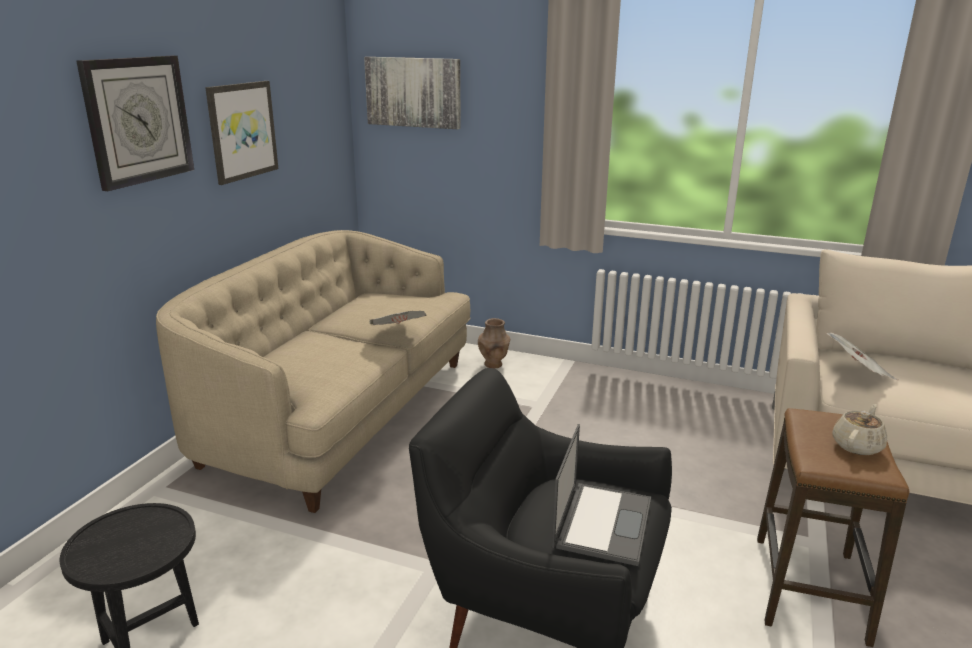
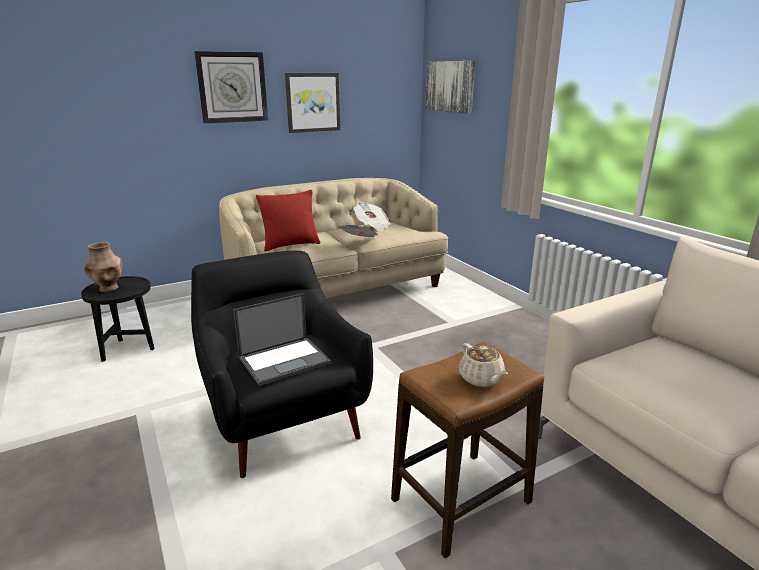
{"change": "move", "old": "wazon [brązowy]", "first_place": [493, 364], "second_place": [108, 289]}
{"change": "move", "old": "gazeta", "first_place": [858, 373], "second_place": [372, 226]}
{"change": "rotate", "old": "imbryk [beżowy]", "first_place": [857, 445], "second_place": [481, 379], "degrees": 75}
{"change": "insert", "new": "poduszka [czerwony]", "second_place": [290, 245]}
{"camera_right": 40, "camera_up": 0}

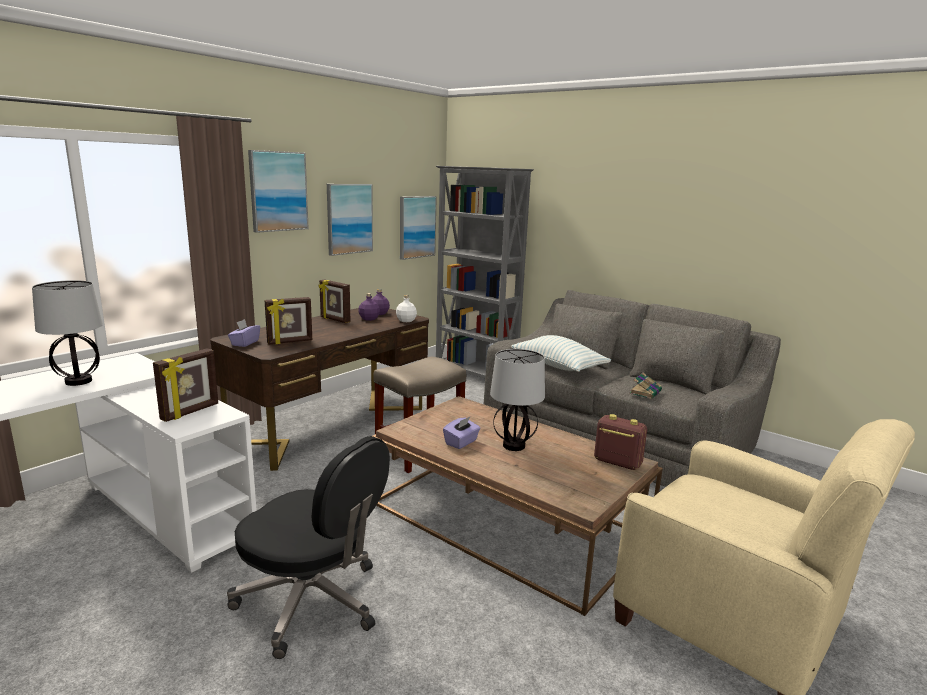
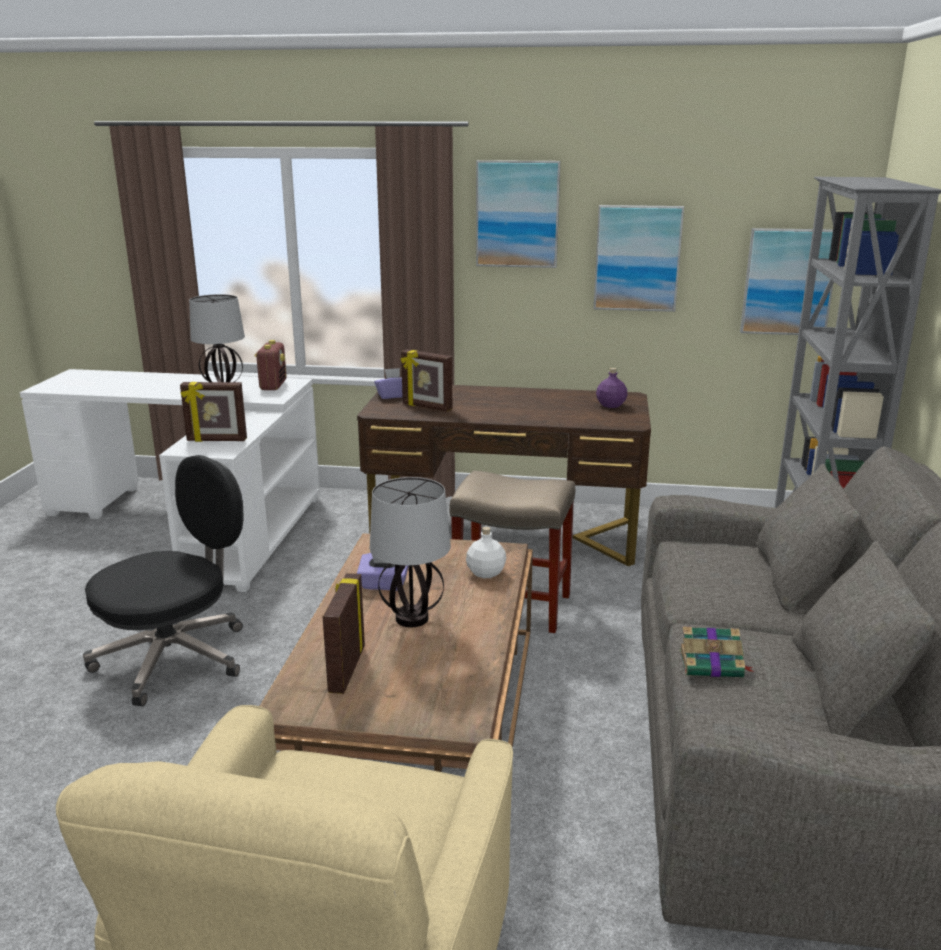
{"change": "rotate", "old": "krzesło biurowe [czarny]", "first_place": [312, 602], "second_place": [176, 657], "degrees": -135}
{"change": "move", "old": "ramka na zdjęcie", "first_place": [334, 320], "second_place": [345, 669]}
{"change": "delete", "old": "butelka [fioletowy]", "first_place": [369, 319]}
{"change": "move", "old": "butelka [biały]", "first_place": [406, 320], "second_place": [486, 573]}
{"change": "delete", "old": "poduszka", "first_place": [558, 366]}
{"change": "move", "old": "radio", "first_place": [617, 462], "second_place": [273, 386]}
{"camera_right": 60, "camera_up": 5}

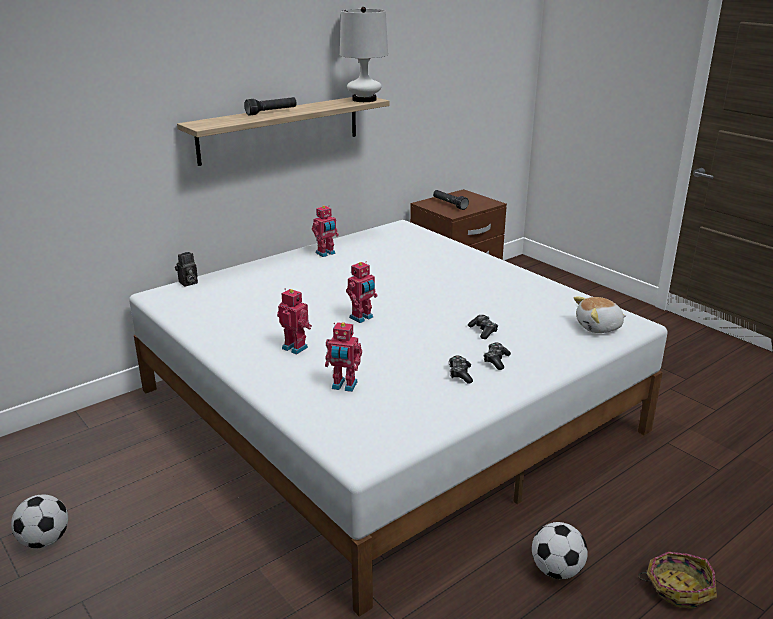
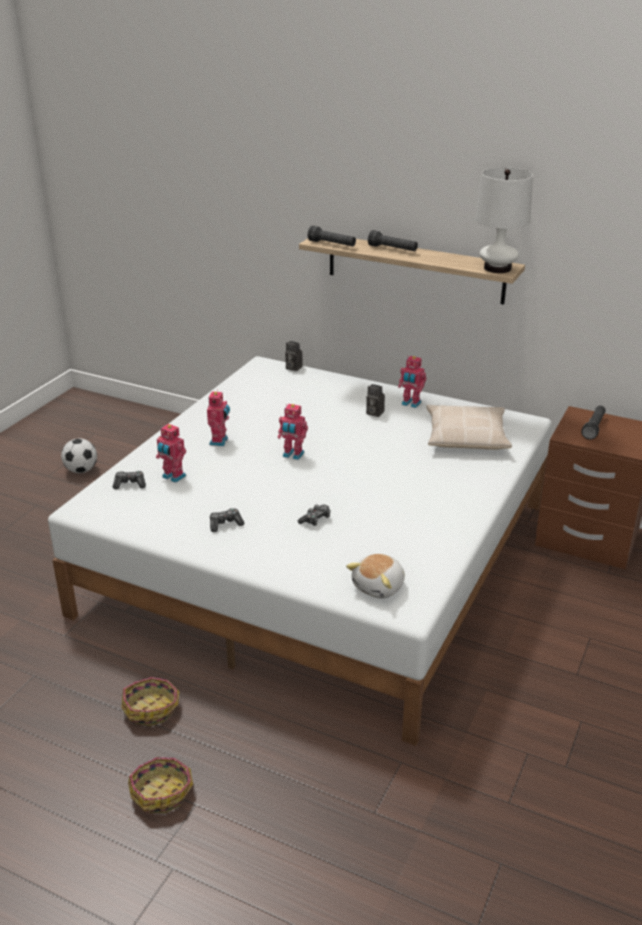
{"change": "rotate", "old": "robot zabawkowy", "first_place": [344, 386], "second_place": [173, 477], "degrees": -45}
{"change": "move", "old": "pad do gier", "first_place": [496, 360], "second_place": [130, 484]}
{"change": "replace", "old": "piłka futbolowa", "new": "koszyk", "first_place": [556, 570], "second_place": [152, 708]}
{"change": "rotate", "old": "pluszak", "first_place": [599, 327], "second_place": [379, 587], "degrees": -105}
{"change": "insert", "new": "latarka [czarny]", "second_place": [332, 244]}
{"change": "insert", "new": "aparat fotograficzny", "second_place": [373, 413]}
{"change": "insert", "new": "poduszka [beżowy]", "second_place": [466, 436]}
{"camera_right": 65, "camera_up": 5}

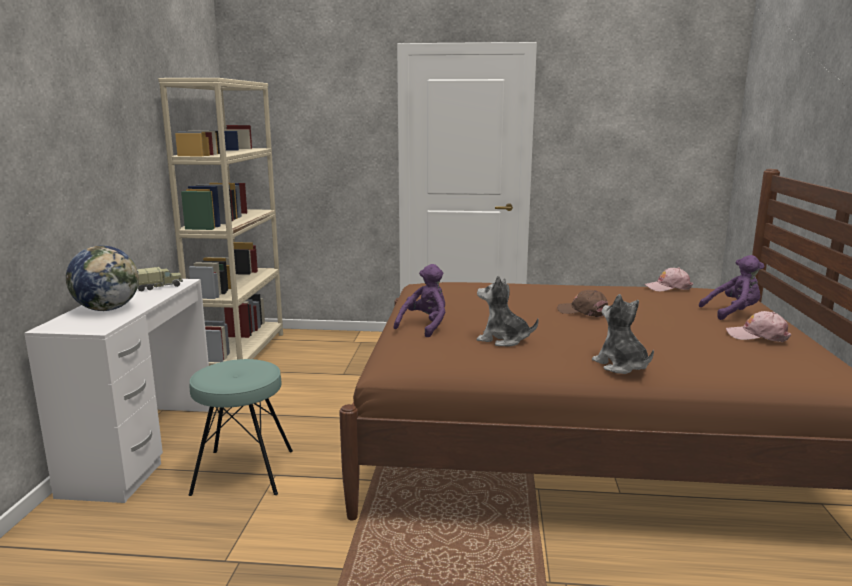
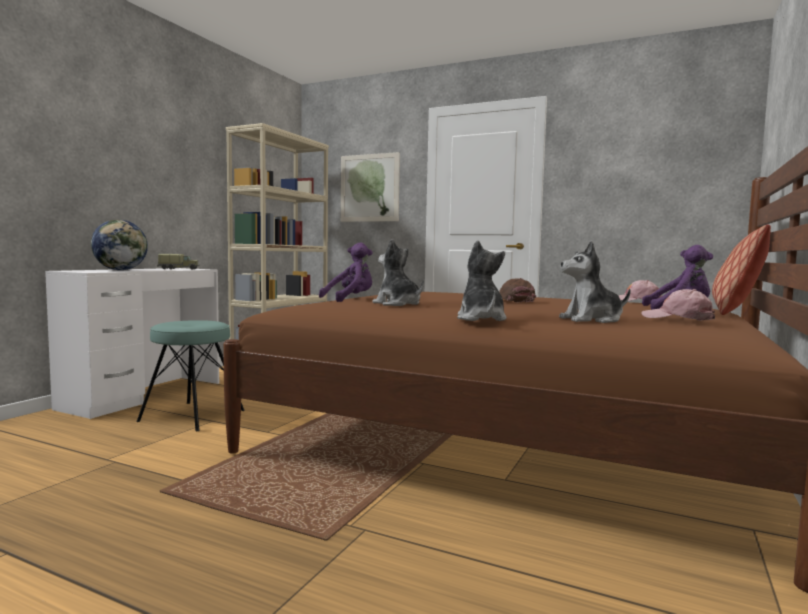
{"change": "insert", "new": "obraz", "second_place": [369, 188]}
{"change": "insert", "new": "pluszak", "second_place": [592, 320]}
{"change": "insert", "new": "poduszka", "second_place": [735, 312]}
{"camera_right": 20, "camera_up": -10}

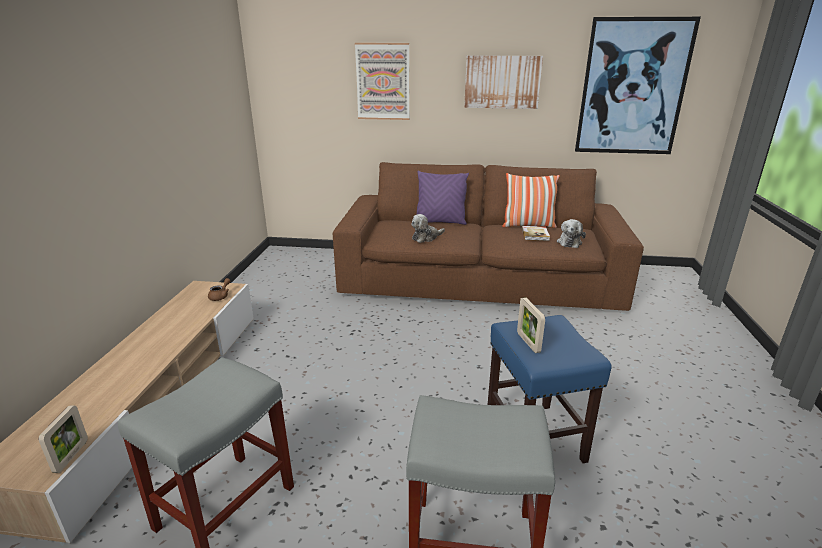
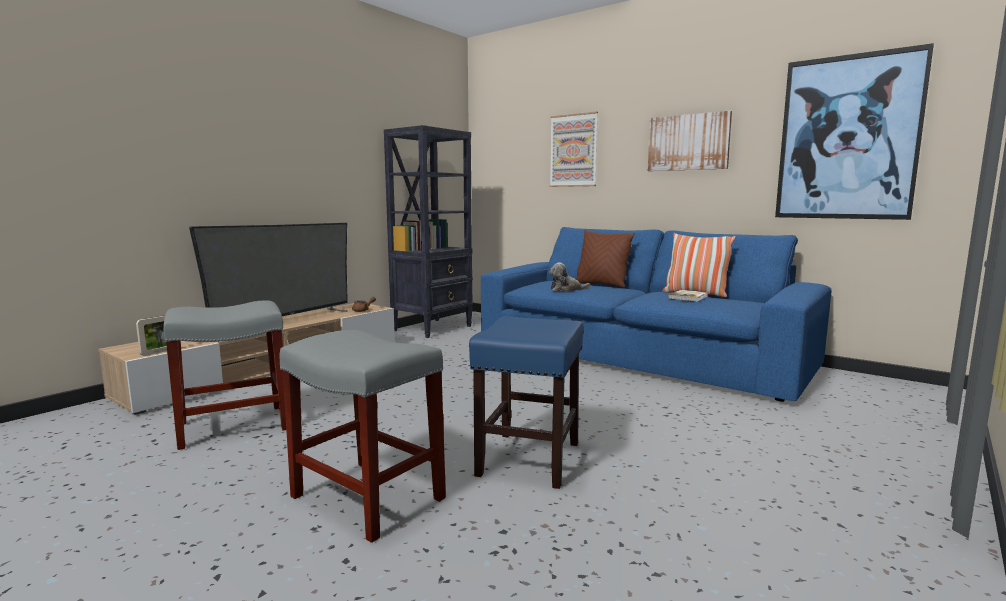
{"change": "recolor", "old": "kanapa [brązowy]", "new": "kanapa [niebieski]", "first_place": [478, 280], "second_place": [638, 356]}
{"change": "recolor", "old": "poduszka [fioletowy]", "new": "poduszka [brązowy]", "first_place": [440, 222], "second_place": [601, 285]}
{"change": "delete", "old": "ramka na zdjęcie", "first_place": [528, 343]}
{"change": "delete", "old": "pluszak", "first_place": [569, 242]}
{"change": "insert", "new": "telewizor", "second_place": [286, 321]}
{"change": "insert", "new": "regał [czarny]", "second_place": [433, 328]}
{"camera_right": 30, "camera_up": -15}

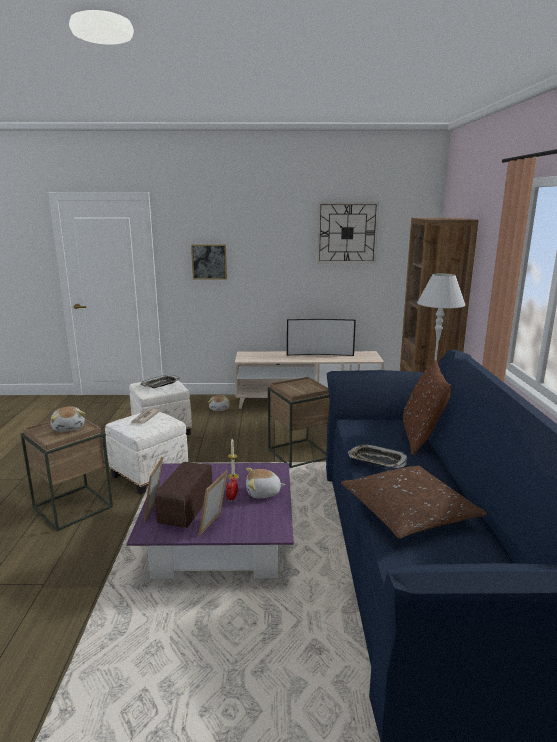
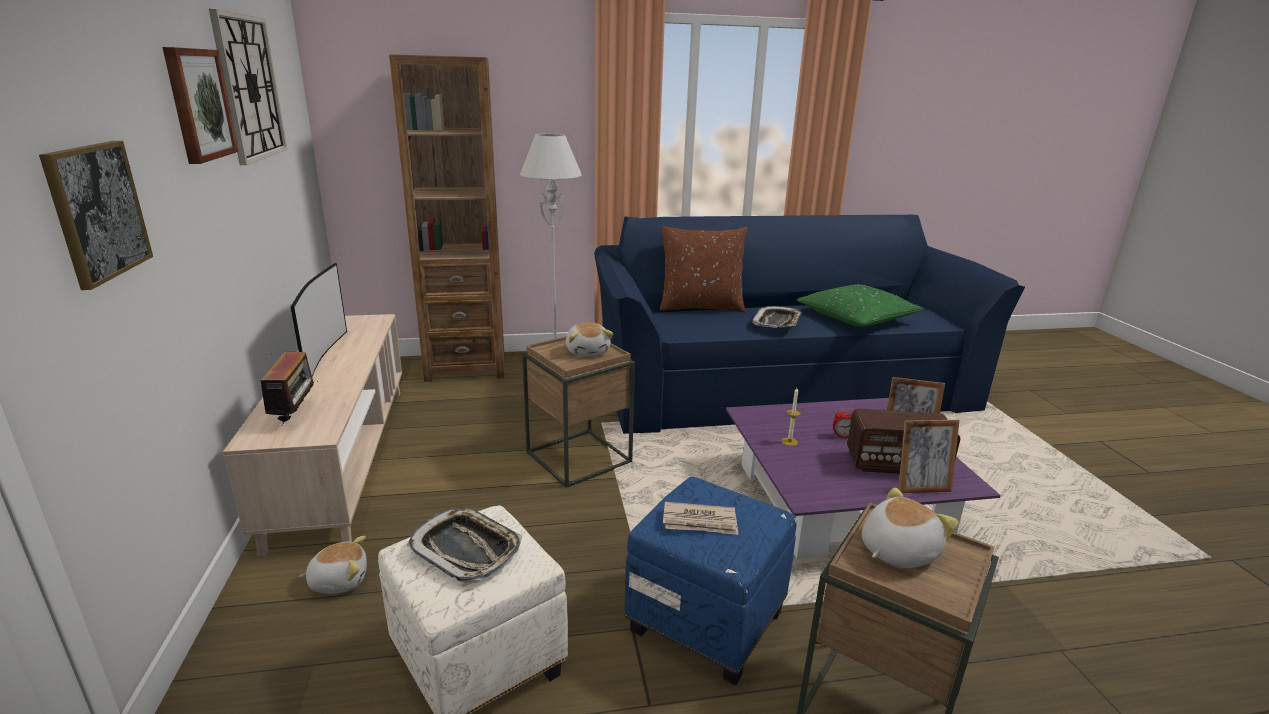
{"change": "recolor", "old": "pufa [biały]", "new": "pufa [niebieski]", "first_place": [149, 474], "second_place": [704, 621]}
{"change": "move", "old": "pluszak", "first_place": [263, 493], "second_place": [588, 351]}
{"change": "recolor", "old": "poduszka [brązowy]", "new": "poduszka [zielony]", "first_place": [408, 511], "second_place": [856, 317]}
{"change": "insert", "new": "obraz", "second_place": [198, 104]}
{"change": "insert", "new": "radio", "second_place": [295, 415]}
{"camera_right": -100, "camera_up": 5}

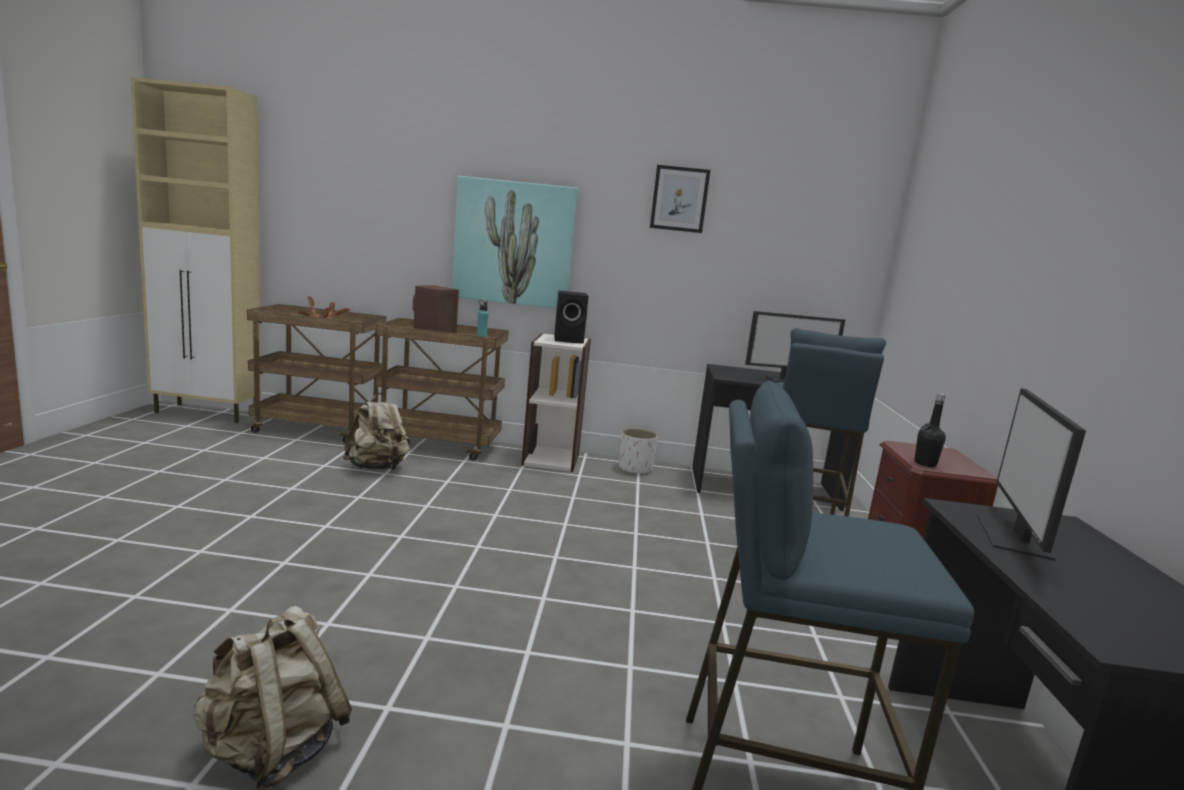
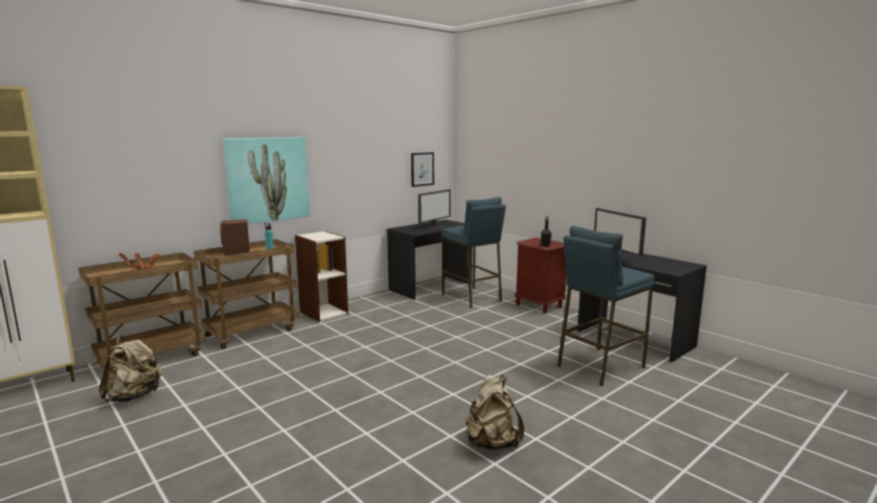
{"change": "move", "old": "plecak [beżowy]", "first_place": [377, 468], "second_place": [134, 396]}
{"change": "delete", "old": "głośnik [czarny]", "first_place": [570, 340]}
{"change": "delete", "old": "donica [biały]", "first_place": [635, 469]}
{"change": "move", "old": "obraz", "first_place": [679, 199], "second_place": [422, 169]}
{"camera_right": -45, "camera_up": 0}

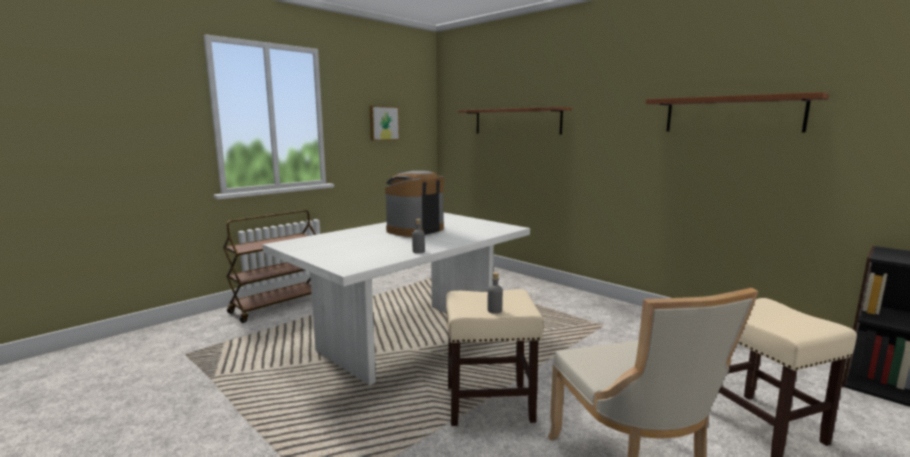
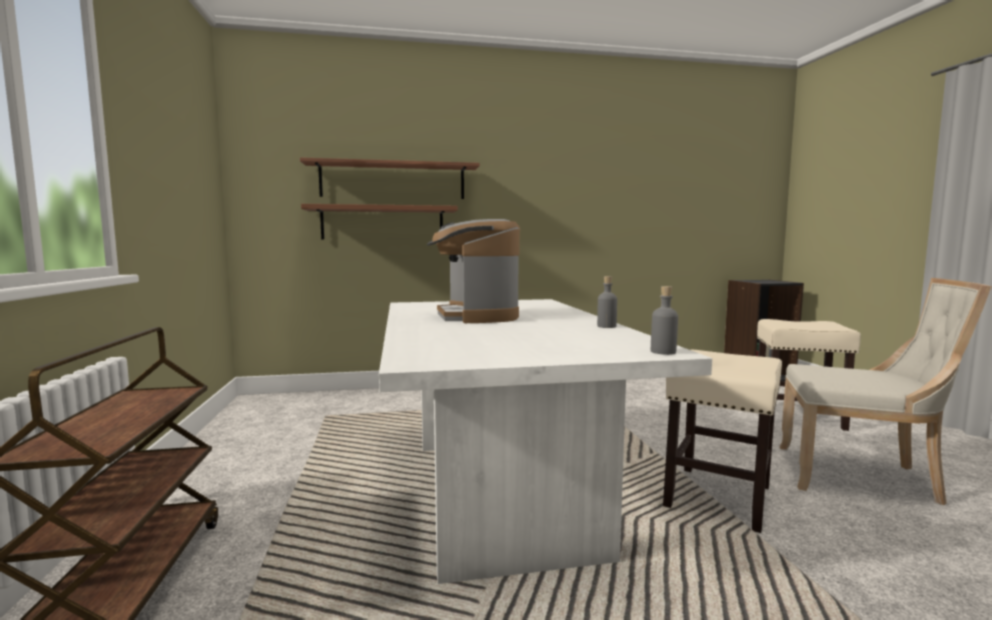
{"change": "delete", "old": "obraz", "first_place": [383, 123]}
{"change": "move", "old": "butelka [szary]", "first_place": [494, 310], "second_place": [663, 352]}
{"change": "move", "old": "półka [brązowy]", "first_place": [732, 114], "second_place": [383, 223]}
{"camera_right": -55, "camera_up": -5}

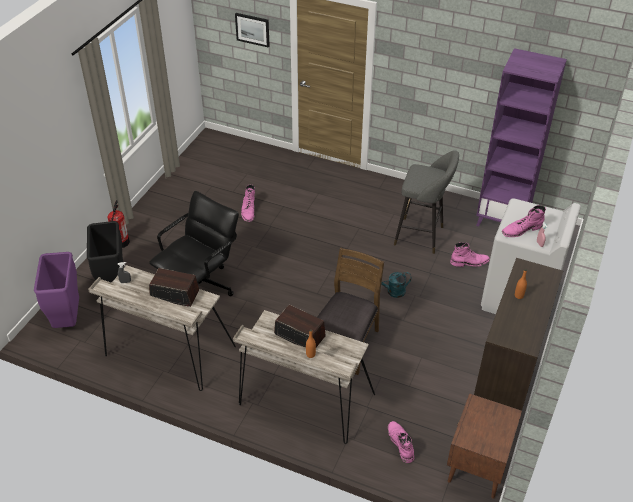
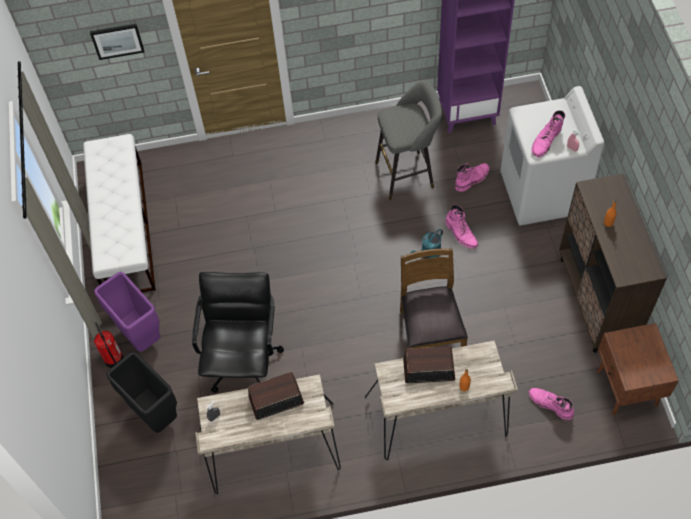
{"change": "move", "old": "kosz na śmieci [fioletowy]", "first_place": [67, 320], "second_place": [140, 337]}
{"change": "move", "old": "but z cholewką [różowy]", "first_place": [248, 211], "second_place": [461, 234]}
{"change": "insert", "new": "ławka [biały]", "second_place": [124, 228]}
{"camera_right": -30, "camera_up": 15}

